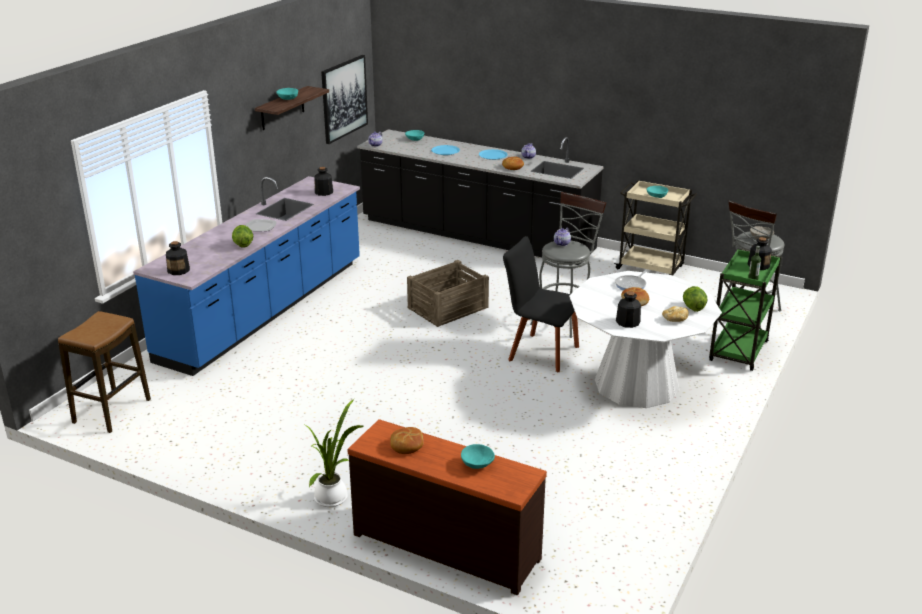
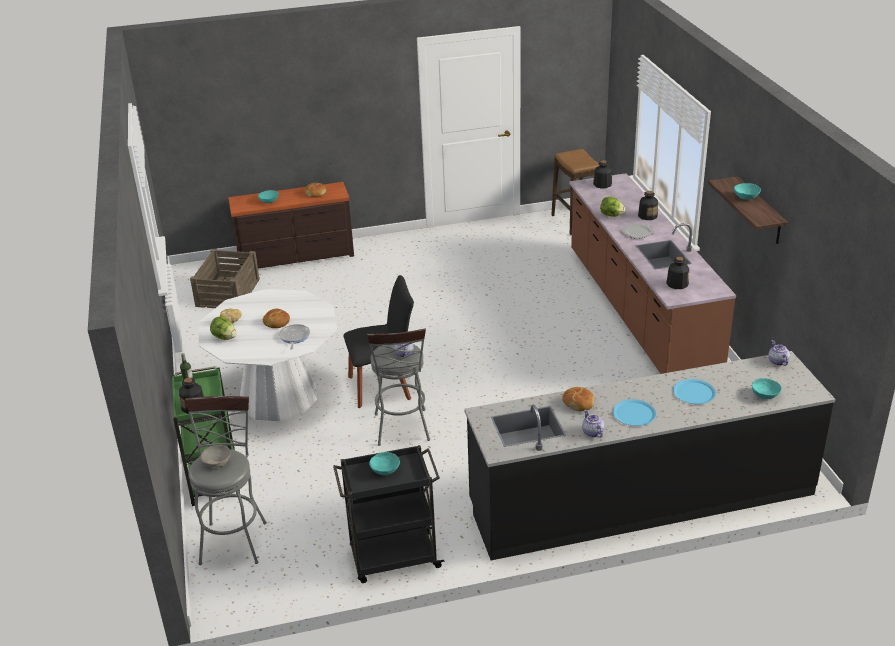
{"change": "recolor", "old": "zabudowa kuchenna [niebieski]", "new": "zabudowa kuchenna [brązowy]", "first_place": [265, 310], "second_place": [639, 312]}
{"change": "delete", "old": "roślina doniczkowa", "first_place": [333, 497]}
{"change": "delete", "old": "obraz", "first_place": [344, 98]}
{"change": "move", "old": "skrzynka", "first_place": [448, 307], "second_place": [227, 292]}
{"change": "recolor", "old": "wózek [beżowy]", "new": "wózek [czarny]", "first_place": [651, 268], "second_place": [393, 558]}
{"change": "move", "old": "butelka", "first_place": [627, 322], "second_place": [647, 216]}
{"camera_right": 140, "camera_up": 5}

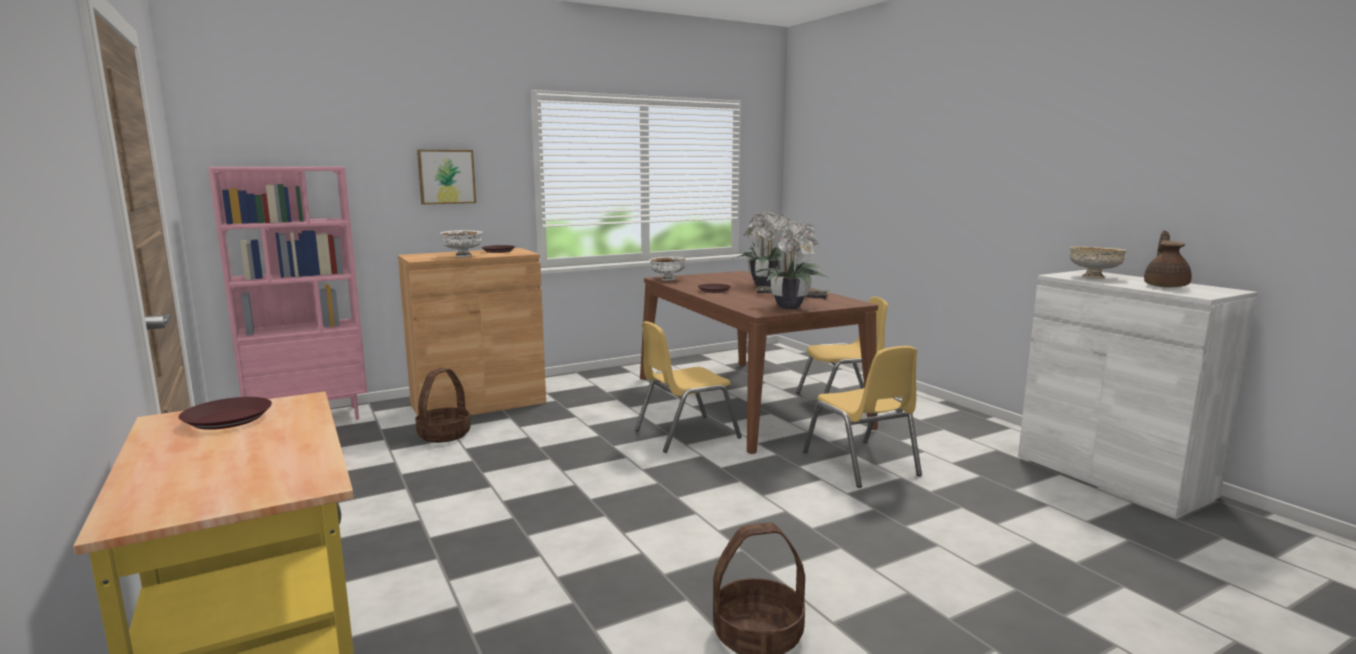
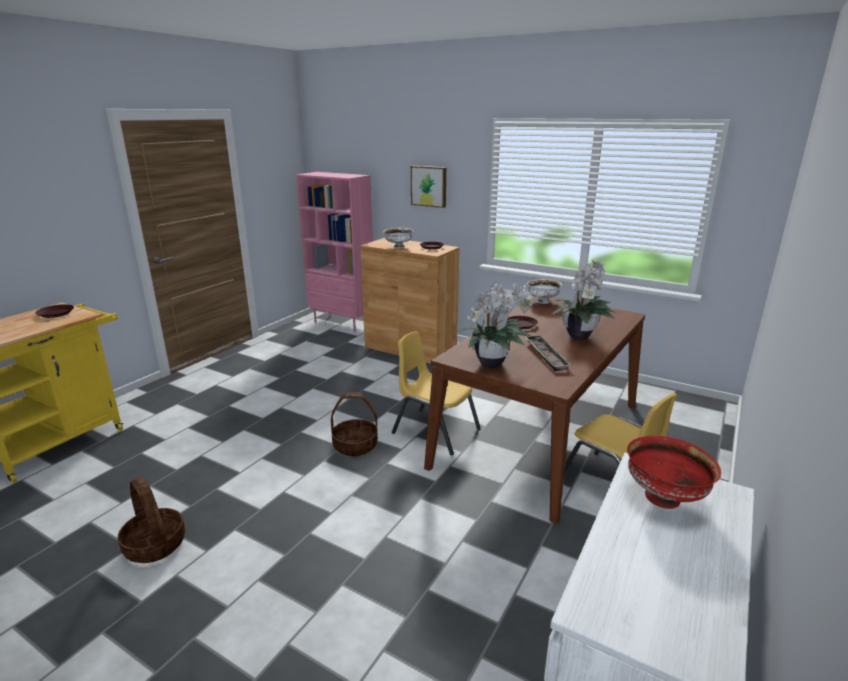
{"change": "move", "old": "koszyk", "first_place": [444, 434], "second_place": [355, 445]}
{"change": "delete", "old": "krzesło [żółty]", "first_place": [861, 464]}
{"change": "recolor", "old": "miska [beżowy]", "new": "miska [czerwony]", "first_place": [1093, 277], "second_place": [664, 497]}
{"change": "delete", "old": "imbryk [brązowy]", "first_place": [1165, 286]}
{"camera_right": 60, "camera_up": 10}

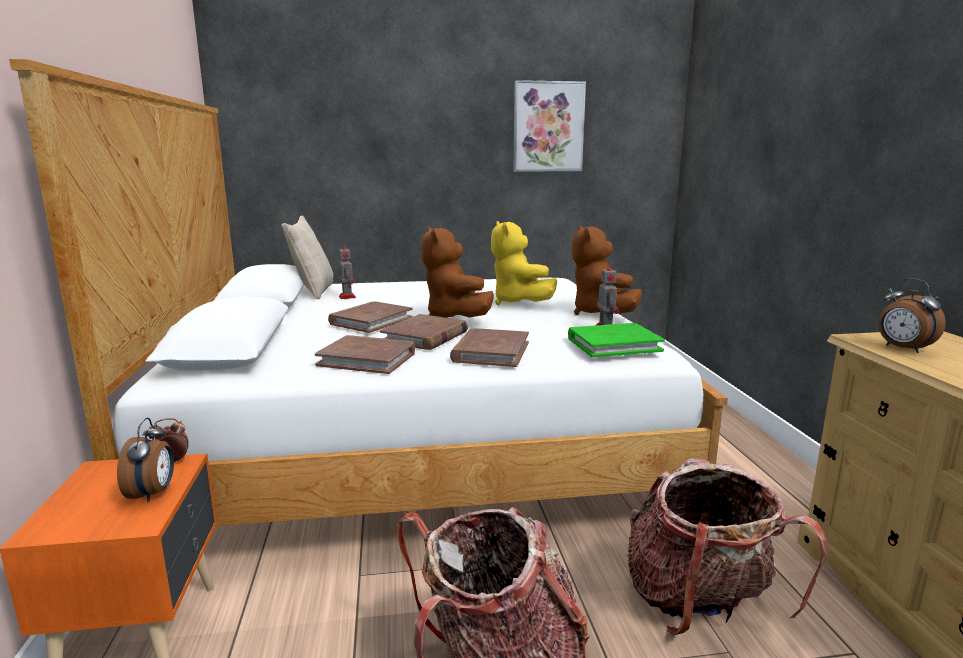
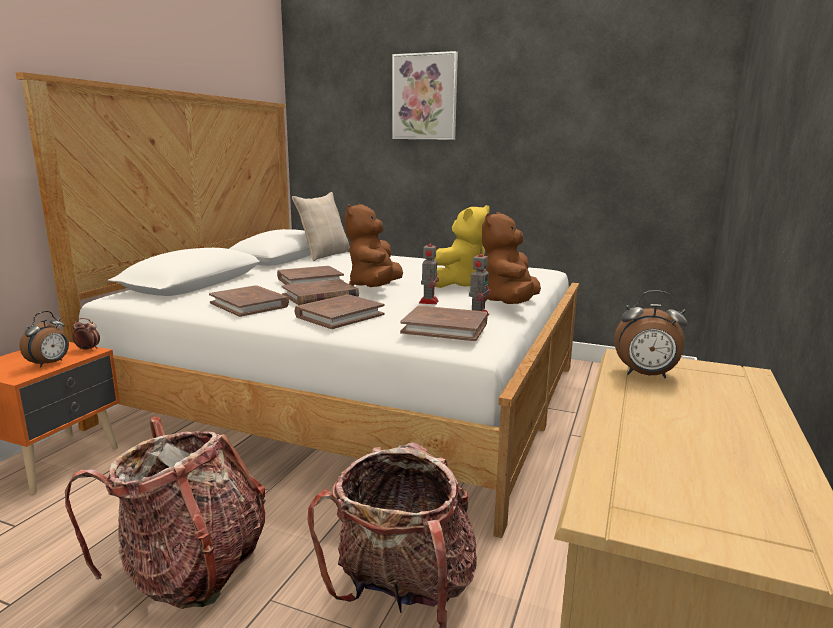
{"change": "move", "old": "robot zabawkowy", "first_place": [347, 297], "second_place": [429, 301]}
{"change": "rotate", "old": "pluszak [żółty]", "first_place": [519, 302], "second_place": [459, 284], "degrees": -150}
{"change": "move", "old": "obraz", "first_place": [548, 127], "second_place": [424, 97]}
{"change": "recolor", "old": "książka [zielony]", "new": "książka [brązowy]", "first_place": [614, 344], "second_place": [445, 327]}
{"change": "rotate", "old": "budzik", "first_place": [902, 349], "second_place": [646, 375], "degrees": -75}
{"camera_right": 30, "camera_up": 0}

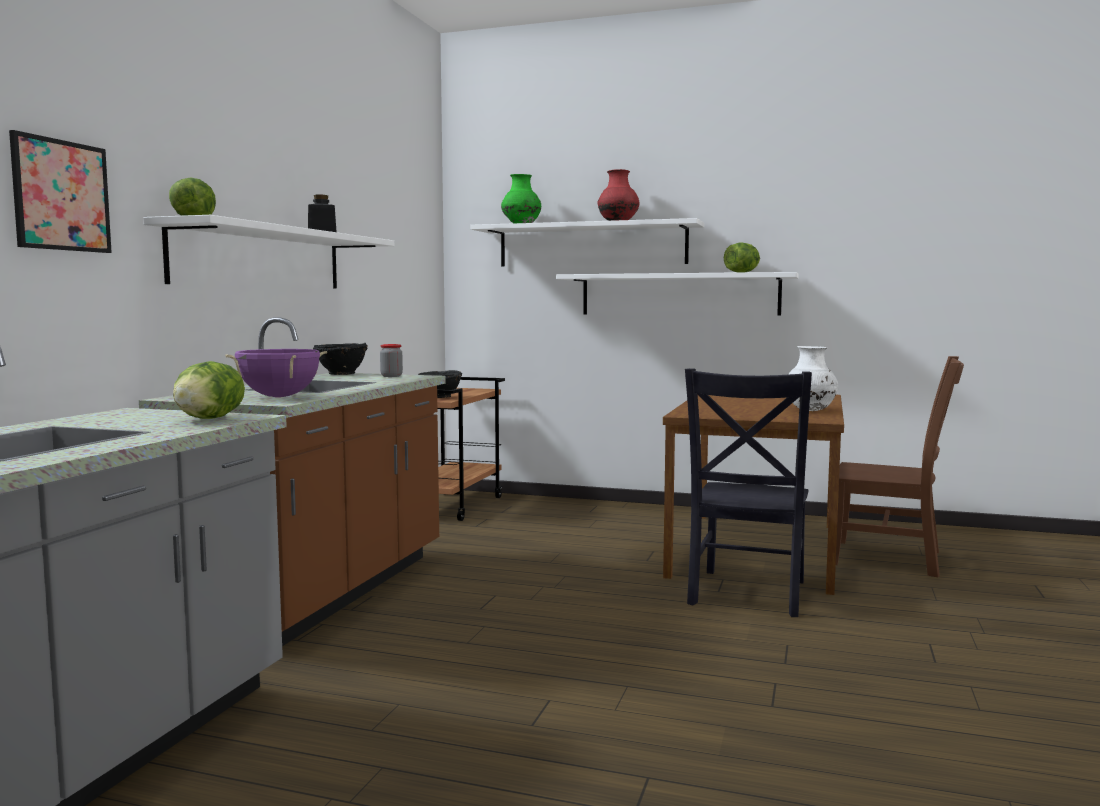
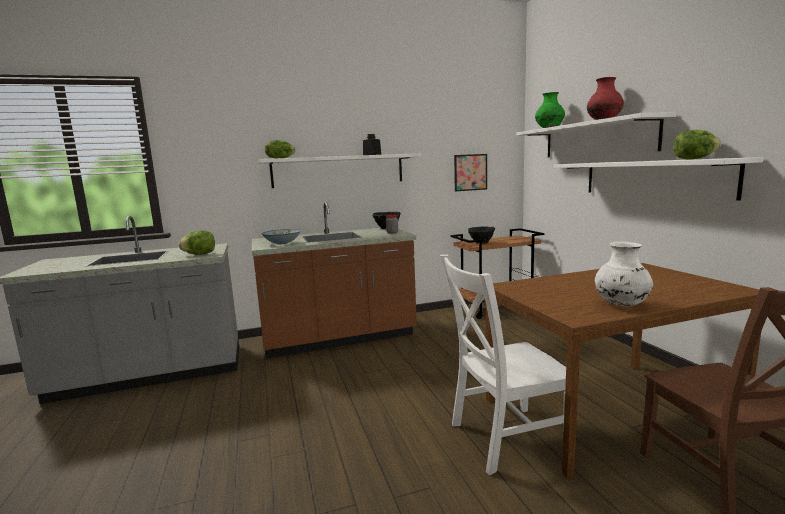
{"change": "move", "old": "obraz", "first_place": [61, 195], "second_place": [470, 172]}
{"change": "replace", "old": "garnek [fioletowy]", "new": "miska", "first_place": [279, 397], "second_place": [282, 243]}
{"change": "recolor", "old": "krzesło [czarny]", "new": "krzesło [biały]", "first_place": [746, 594], "second_place": [503, 438]}
{"camera_right": 55, "camera_up": 5}

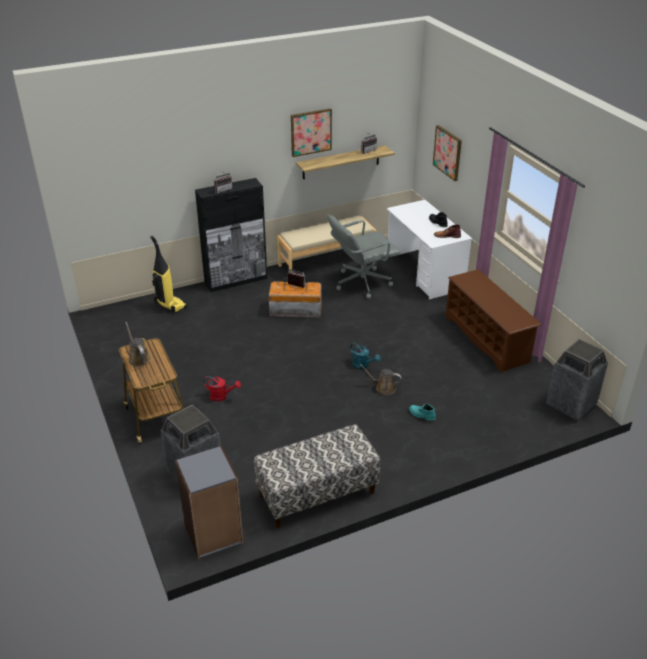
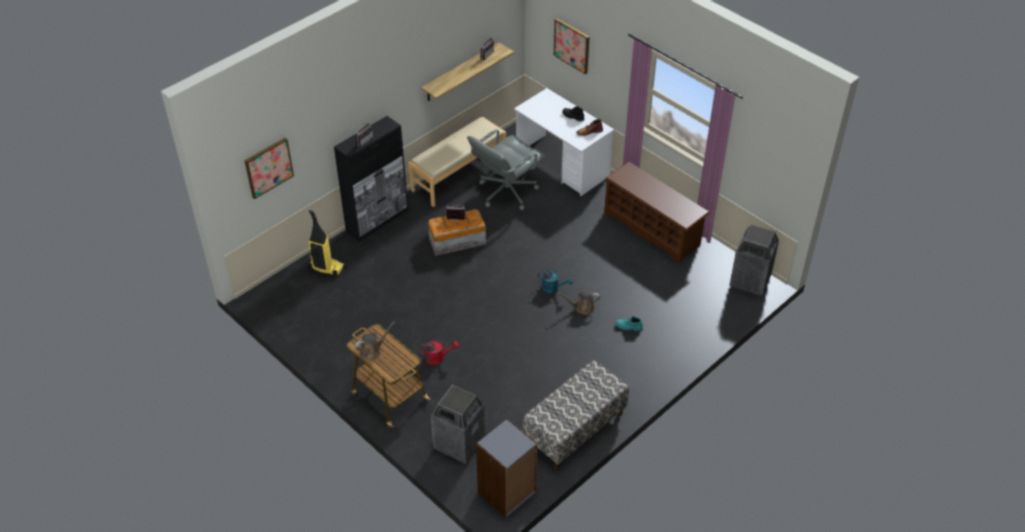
{"change": "rotate", "old": "konewka [brązowy]", "first_place": [138, 358], "second_place": [372, 351], "degrees": 105}
{"change": "move", "old": "obraz", "first_place": [311, 132], "second_place": [268, 167]}
{"camera_right": -20, "camera_up": 10}

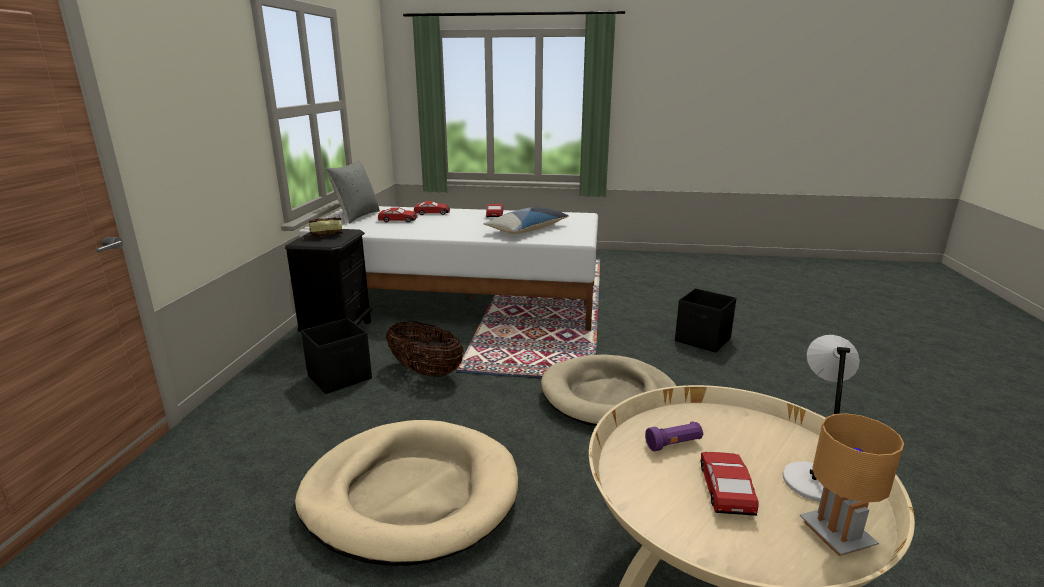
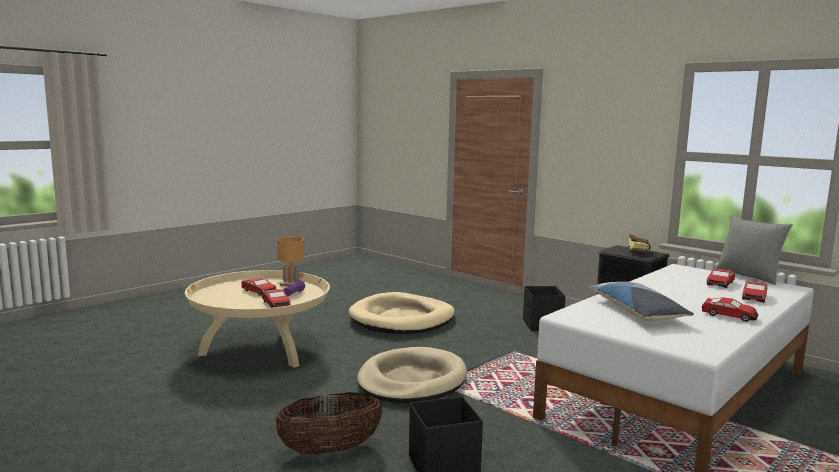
{"change": "move", "old": "koszyk", "first_place": [425, 371], "second_place": [330, 450]}
{"change": "delete", "old": "lampa stołowa [szary]", "first_place": [812, 480]}
{"change": "move", "old": "lampa stołowa [brązowy]", "first_place": [835, 534], "second_place": [291, 284]}
{"change": "insert", "new": "samochodzik", "second_place": [276, 304]}
{"camera_right": 125, "camera_up": -10}

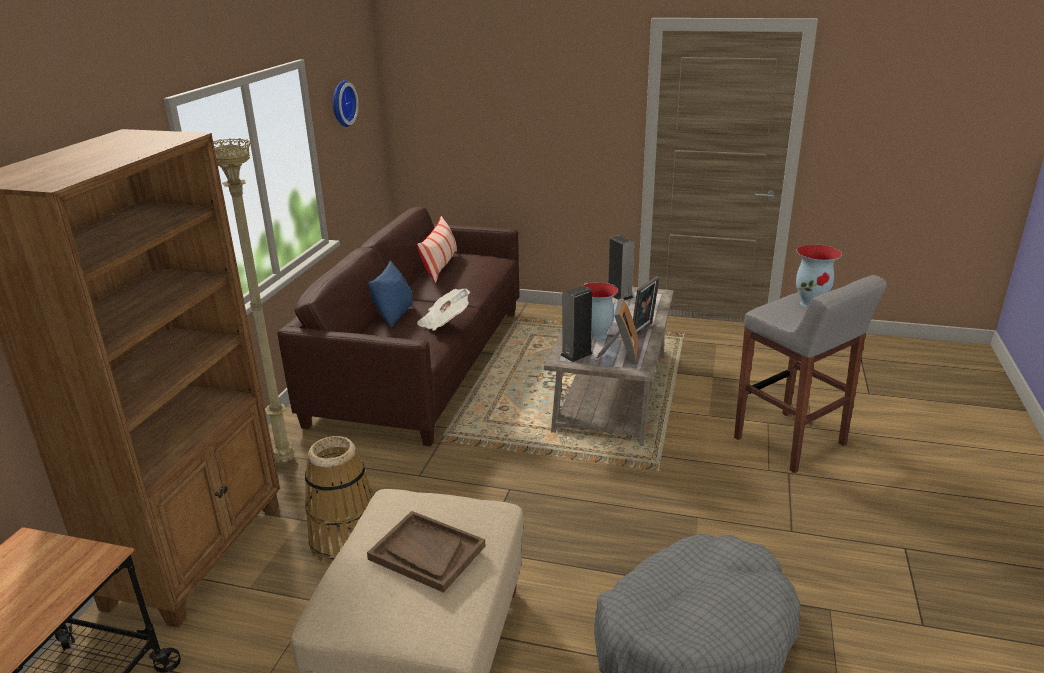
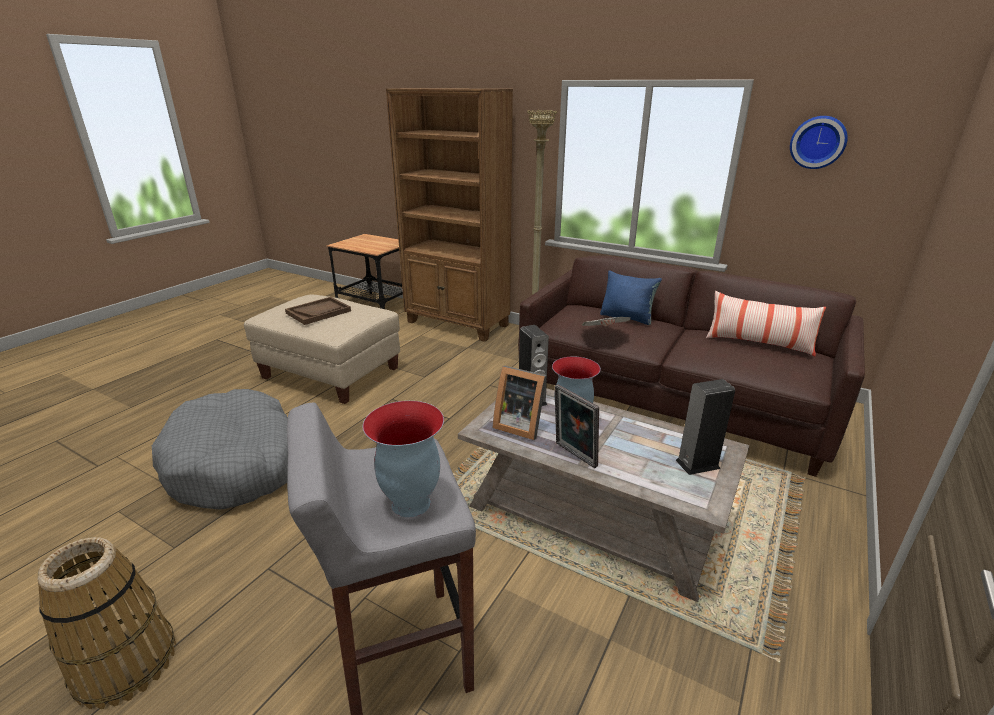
{"change": "move", "old": "koszyk", "first_place": [345, 540], "second_place": [125, 663]}
{"camera_right": 105, "camera_up": 0}

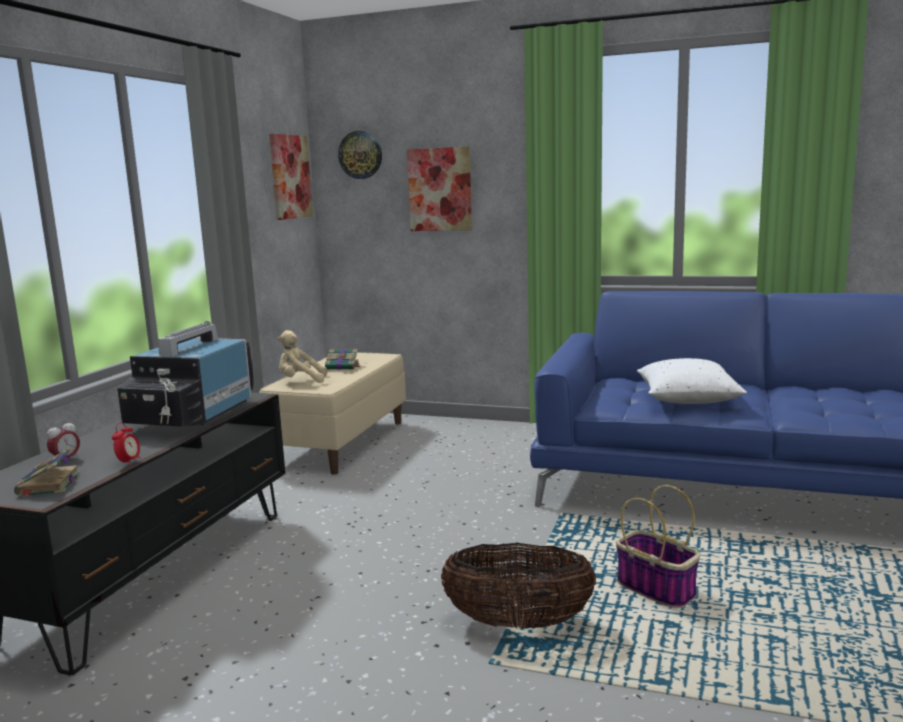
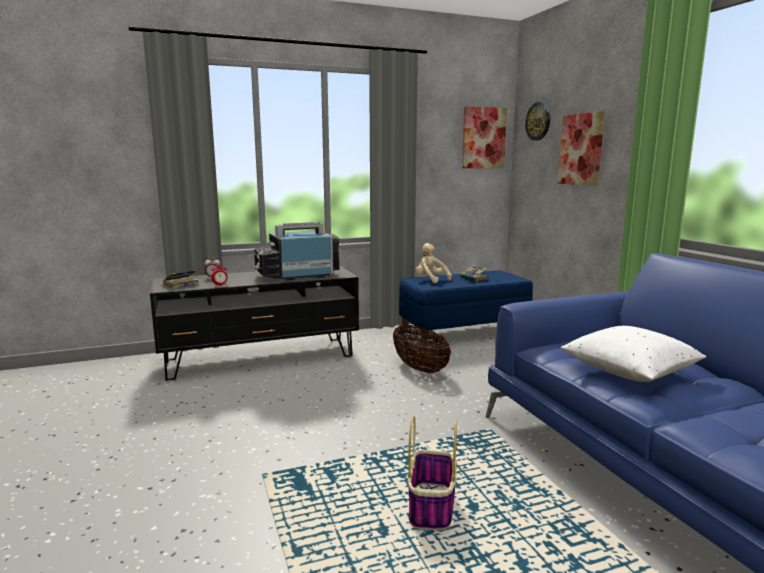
{"change": "recolor", "old": "ławka [beżowy]", "new": "ławka [niebieski]", "first_place": [340, 443], "second_place": [464, 333]}
{"change": "move", "old": "koszyk", "first_place": [518, 623], "second_place": [420, 369]}
{"camera_right": 50, "camera_up": 0}

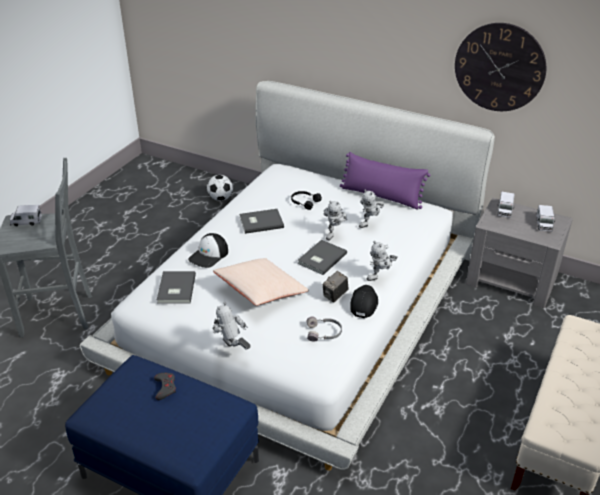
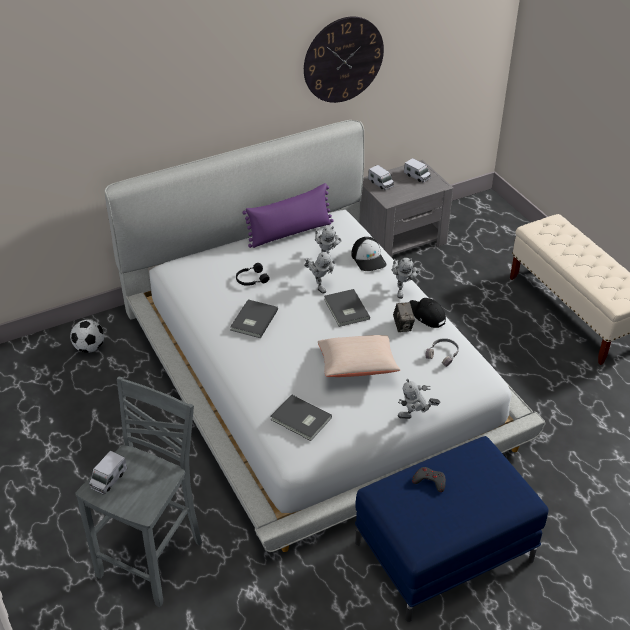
{"change": "move", "old": "czapka z daszkiem", "first_place": [209, 255], "second_place": [369, 259]}
{"camera_right": -55, "camera_up": 5}

